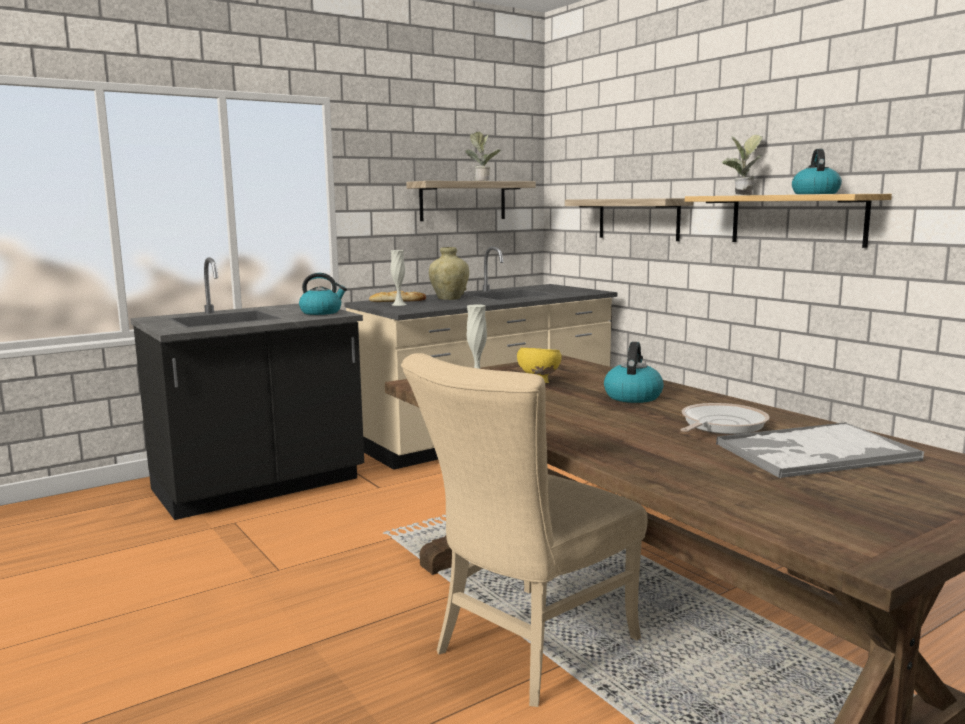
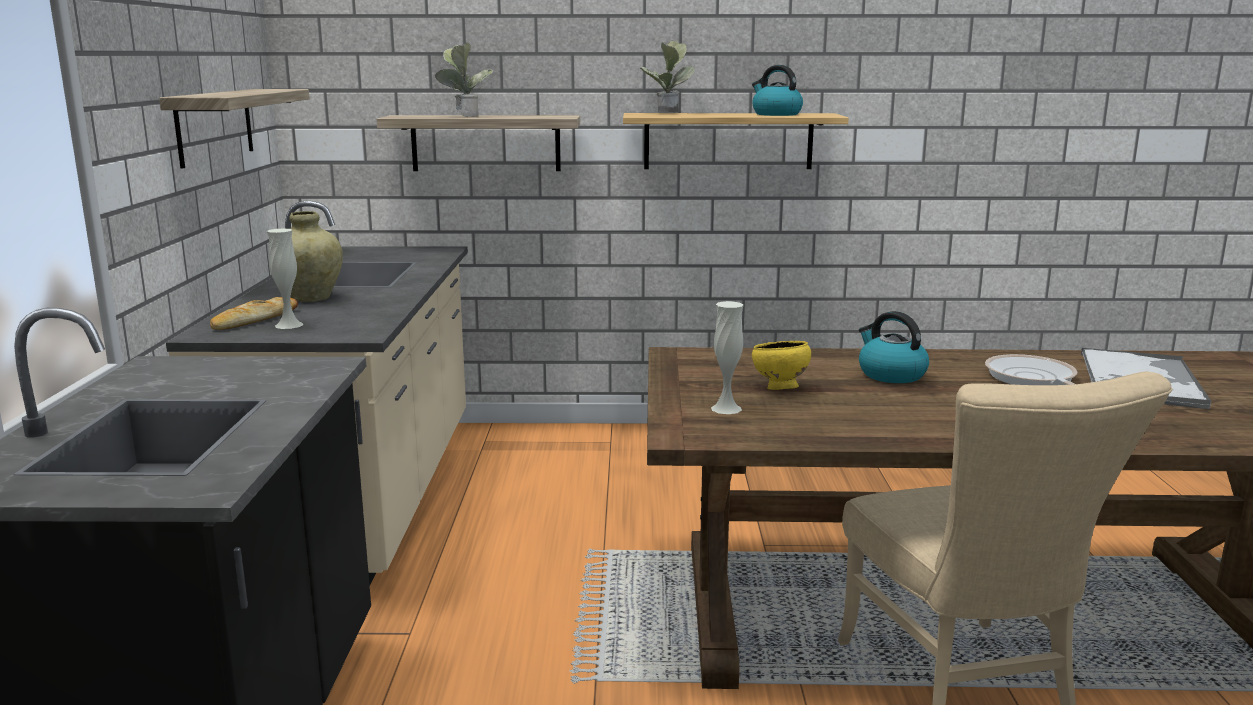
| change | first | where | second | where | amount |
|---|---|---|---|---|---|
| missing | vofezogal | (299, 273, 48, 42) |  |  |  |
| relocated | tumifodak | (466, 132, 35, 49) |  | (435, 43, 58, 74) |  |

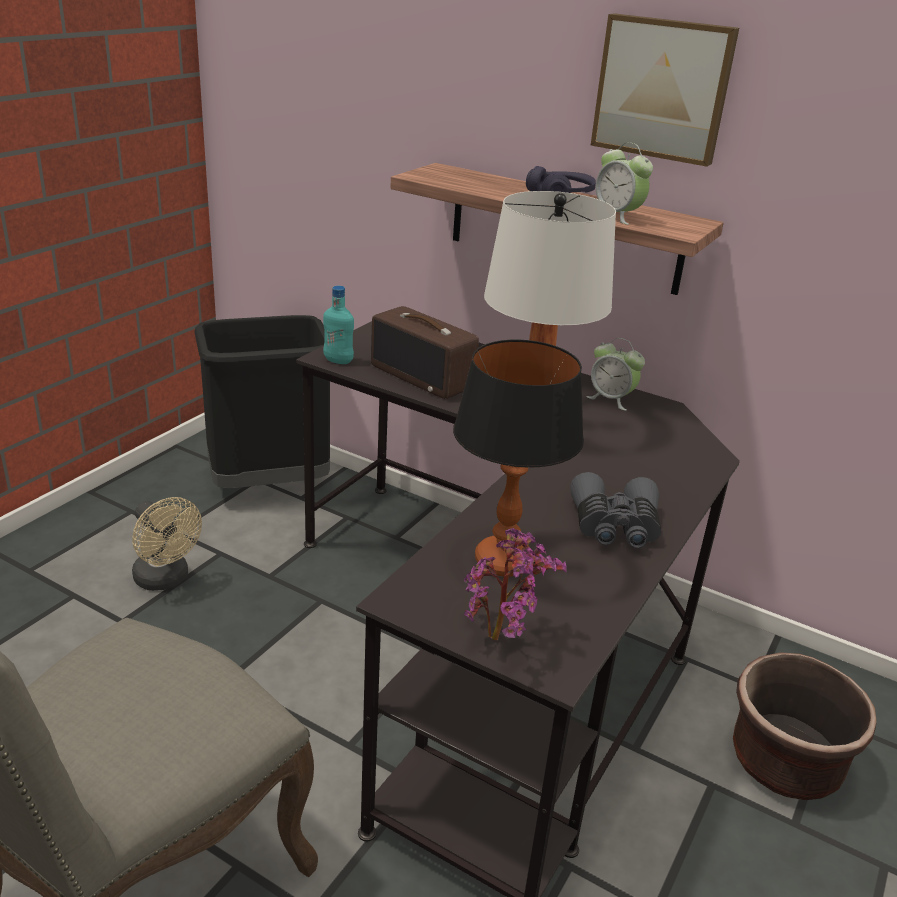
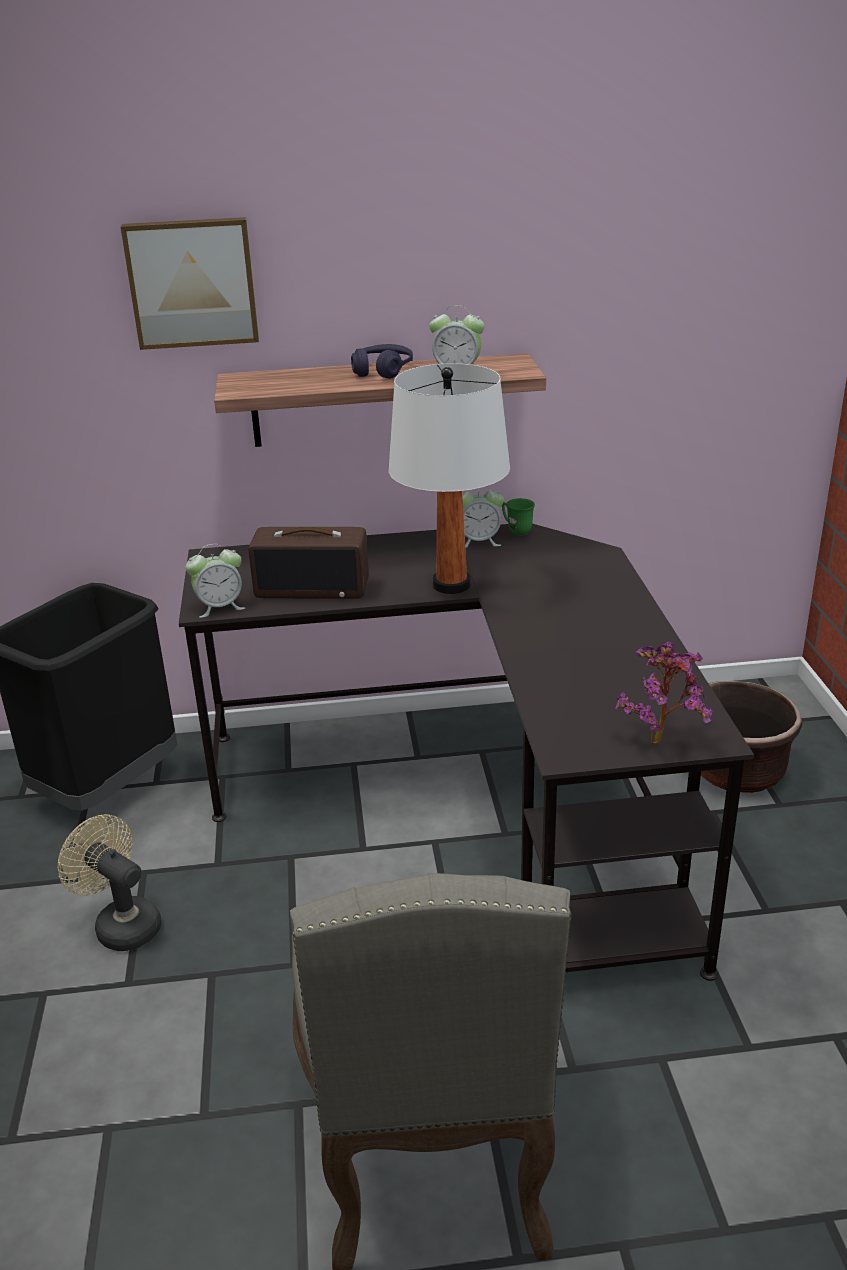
| change | first | where | second | where | amount |
|---|---|---|---|---|---|
| missing | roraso | (453, 340, 131, 237) |  |  |  |
| missing | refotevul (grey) | (570, 472, 91, 76) |  |  |  |
| appeared |  |  | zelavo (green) | (502, 498, 33, 38) |  |
| relocated | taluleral | (591, 13, 148, 154) |  | (121, 217, 138, 133) |  |
| exchanged | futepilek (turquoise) | (323, 286, 31, 78) | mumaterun | (185, 544, 60, 74) |  |
| spun | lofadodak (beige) | (132, 497, 70, 94) |  | (58, 814, 104, 137) | 150 degrees counterclockwise |

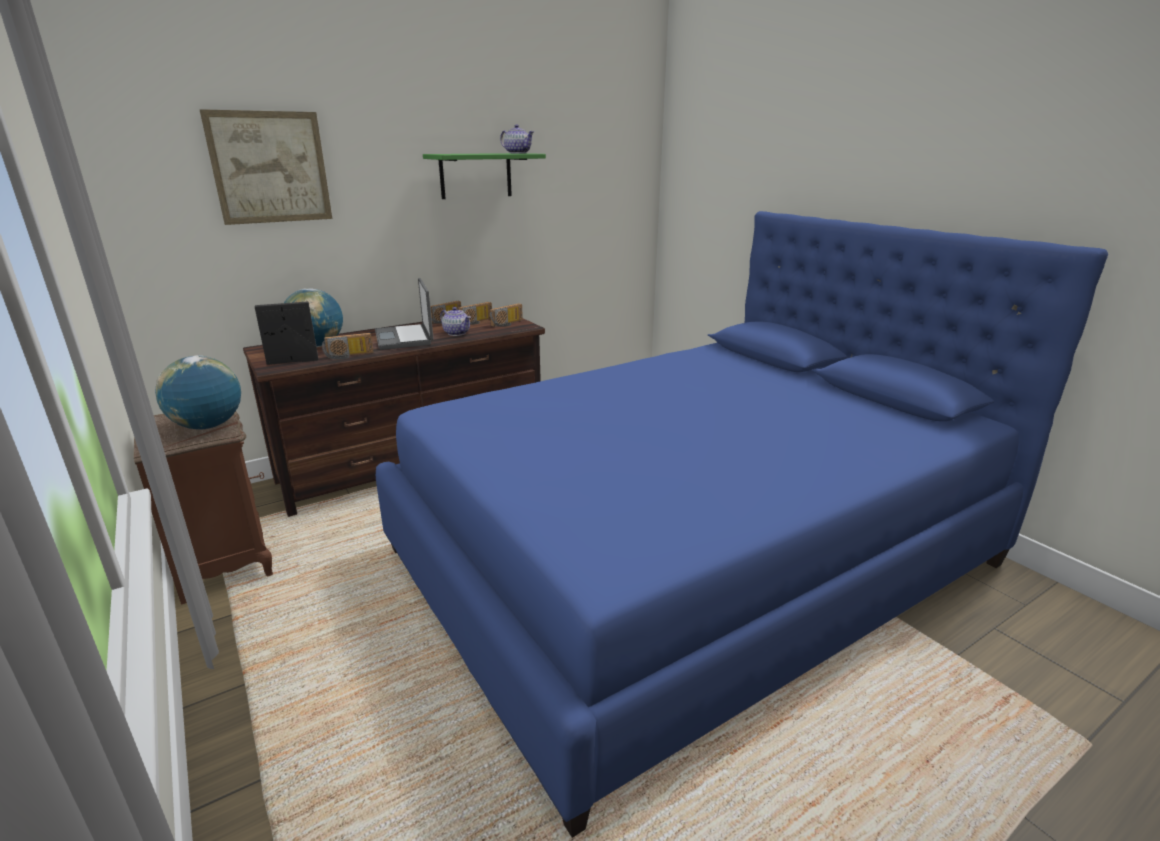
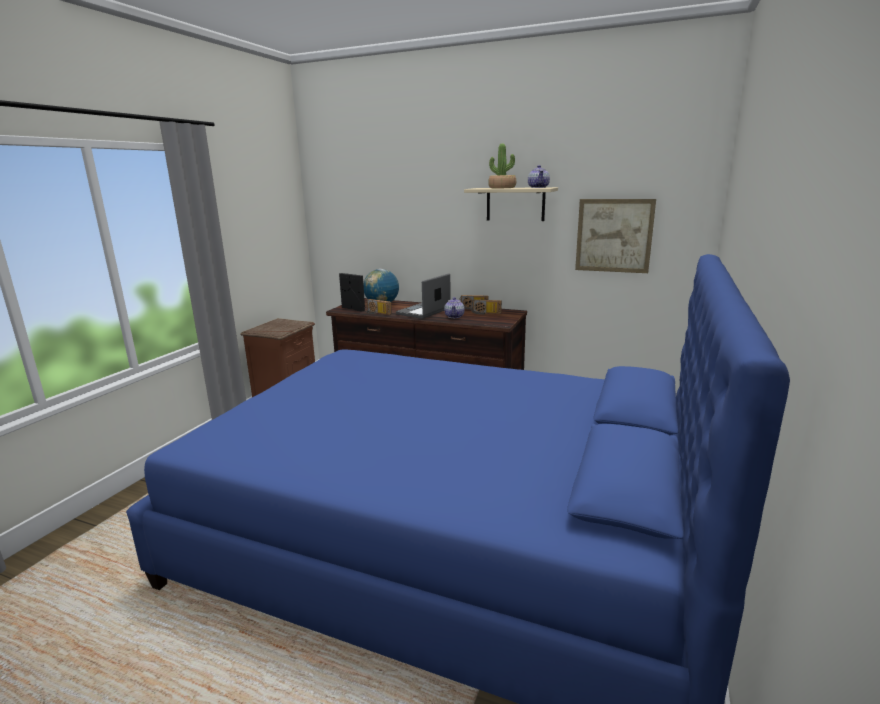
| change | first | where | second | where | amount |
|---|---|---|---|---|---|
| missing | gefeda | (155, 355, 86, 75) |  |  |  |
| missing | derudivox | (490, 303, 33, 24) |  |  |  |
| appeared |  |  | tumifodak | (488, 143, 28, 45) |  |
| relocated | taluleral | (200, 109, 132, 116) |  | (575, 199, 81, 74) |  |
| colour | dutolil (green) | (423, 153, 123, 46) | dutolil (beige) | (464, 187, 94, 34) |  |

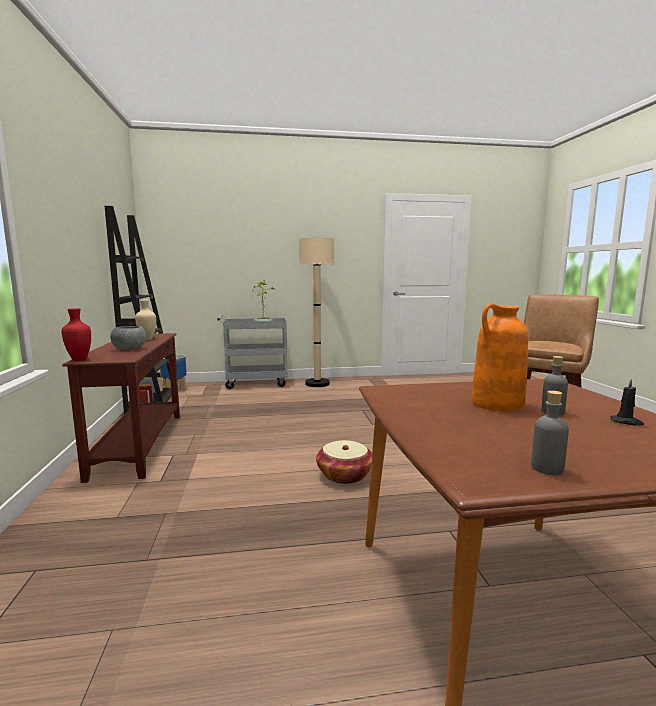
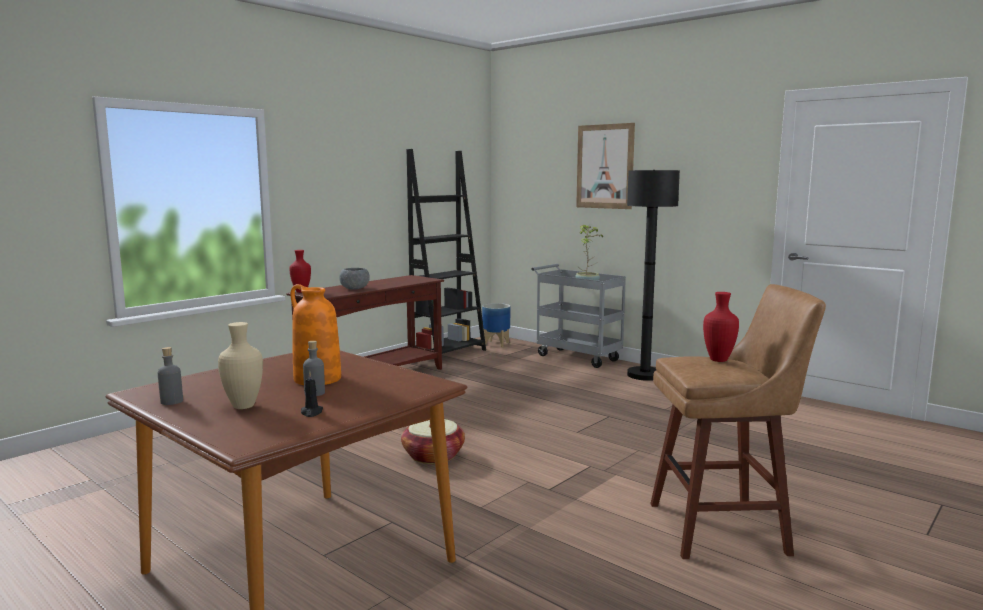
| change | first | where | second | where | amount |
|---|---|---|---|---|---|
| appeared |  |  | taluleral | (576, 123, 59, 86) |  |
| appeared |  |  | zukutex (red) | (703, 292, 36, 70) |  |
| relocated | zukutex (beige) | (135, 300, 21, 40) |  | (218, 322, 45, 87) |  |
| colour | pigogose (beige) | (299, 238, 35, 149) | pigogose (black) | (627, 170, 53, 211) |  |

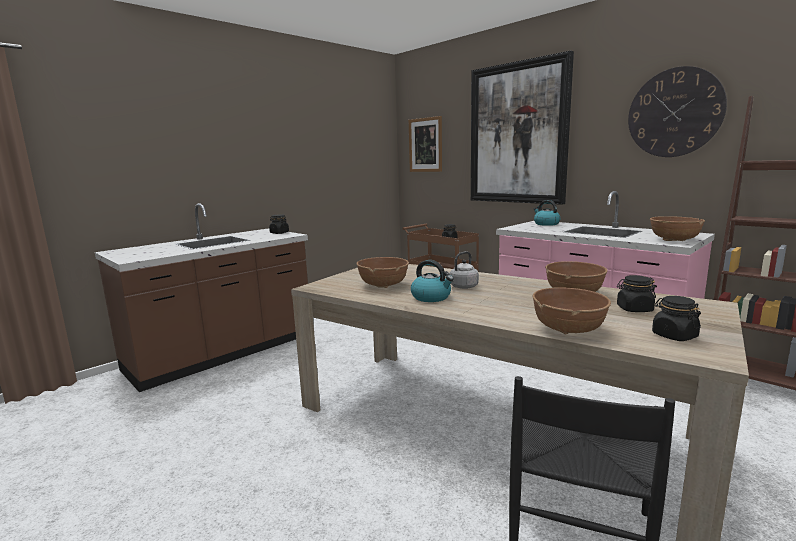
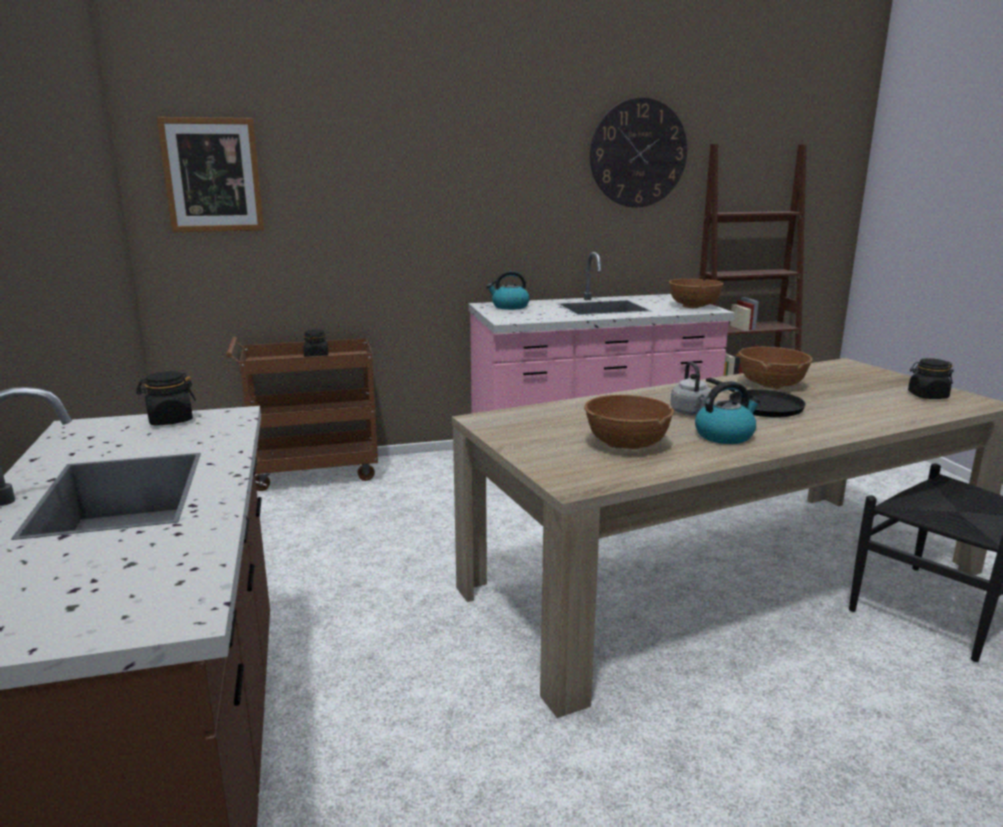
| change | first | where | second | where | amount |
|---|---|---|---|---|---|
| missing | taluleral | (471, 50, 103, 155) |  |  |  |
| missing | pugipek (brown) | (533, 287, 78, 48) |  |  |  |
| missing | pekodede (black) | (617, 275, 39, 37) |  |  |  |
| appeared |  |  | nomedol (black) | (706, 378, 100, 40) |  |

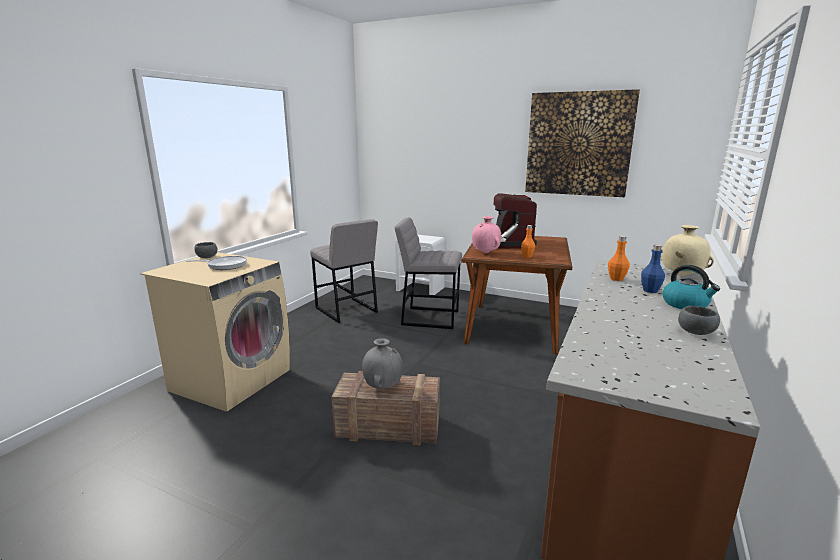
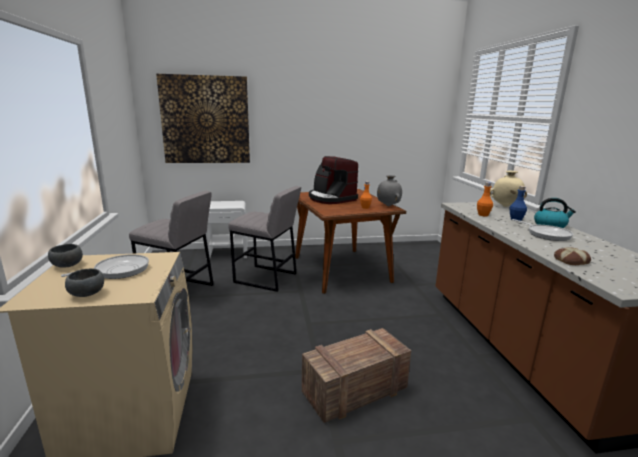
| change | first | where | second | where | amount |
|---|---|---|---|---|---|
| missing | zukutex (pink) | (472, 216, 29, 37) |  |  |  |
| appeared |  |  | nomedol | (512, 219, 61, 22) |  |
| appeared |  |  | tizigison | (554, 247, 37, 18) |  |
| relocated | zukutex (grey) | (362, 338, 41, 51) |  | (377, 175, 25, 31) |  |
| relocated | taluleral | (525, 89, 115, 108) |  | (156, 74, 94, 89) |  |
| relocated | pugipek (grey) | (678, 306, 42, 29) |  | (65, 268, 39, 29) |  |
| spun | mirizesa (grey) | (395, 217, 67, 112) |  | (228, 186, 73, 106) | 135 degrees counterclockwise |

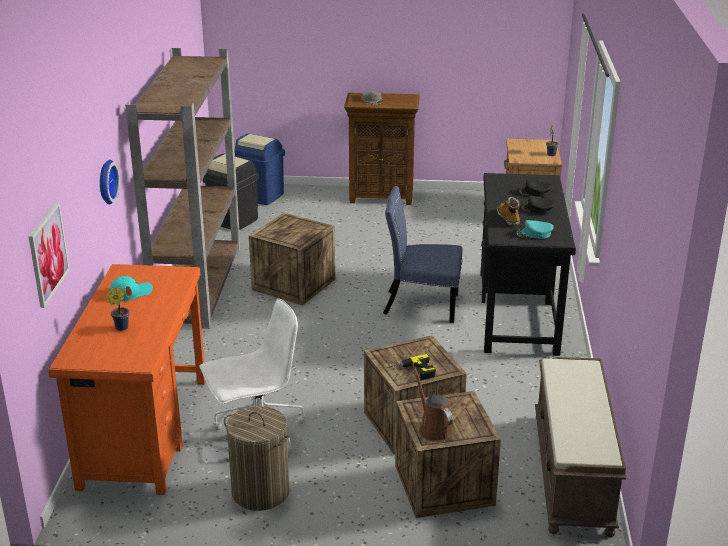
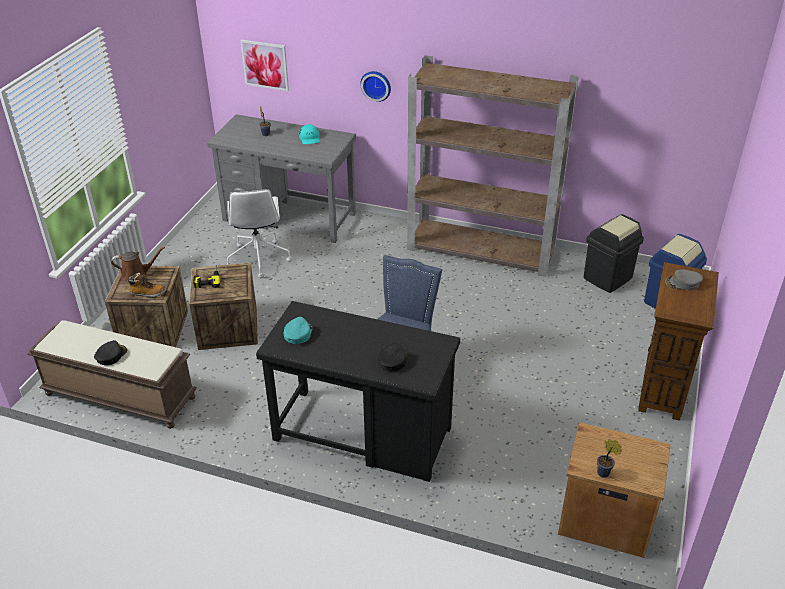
| change | first | where | second | where | amount |
|---|---|---|---|---|---|
| missing | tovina | (224, 406, 66, 105) |  |  |  |
| missing | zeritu | (249, 213, 86, 93) |  |  |  |
| relocated | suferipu | (497, 197, 23, 29) |  | (127, 273, 39, 25) |  |
| relocated | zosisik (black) | (520, 196, 36, 19) |  | (94, 340, 33, 25) |  |
| colour | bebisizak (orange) | (48, 264, 158, 231) | bebisizak (grey) | (207, 114, 149, 129) |  |

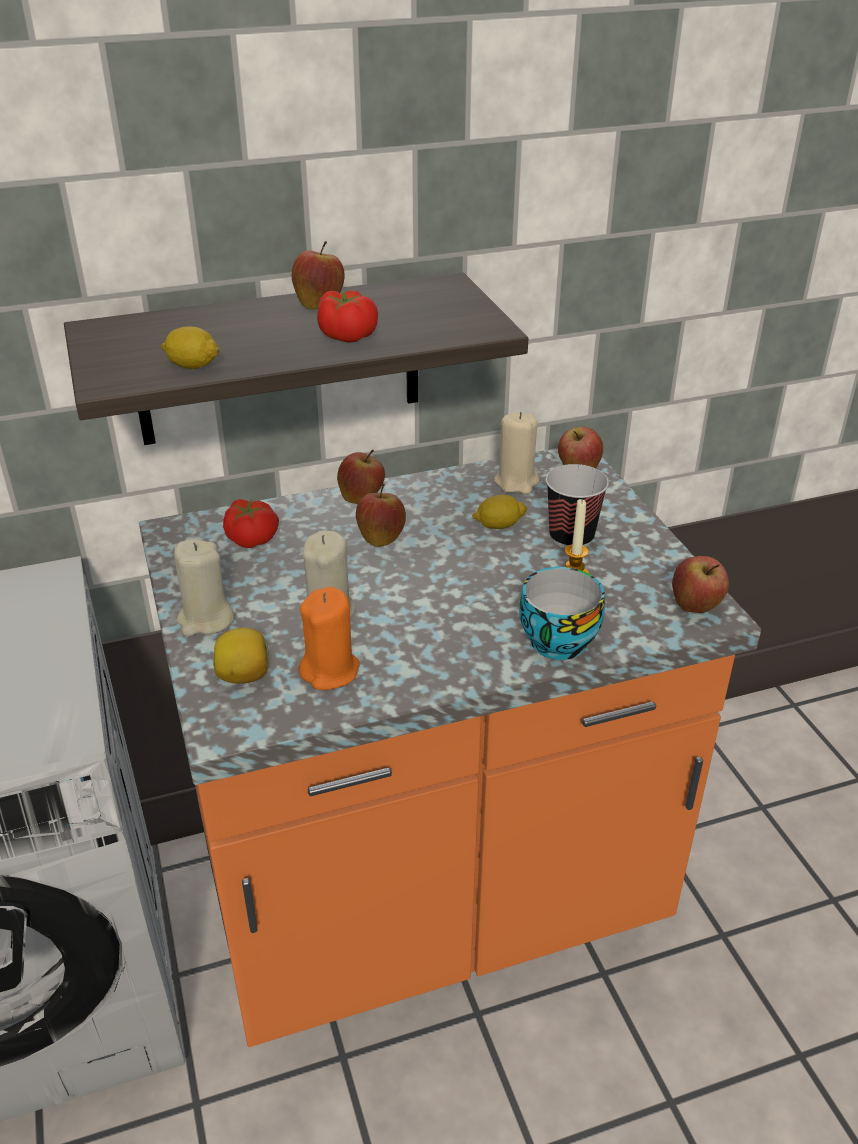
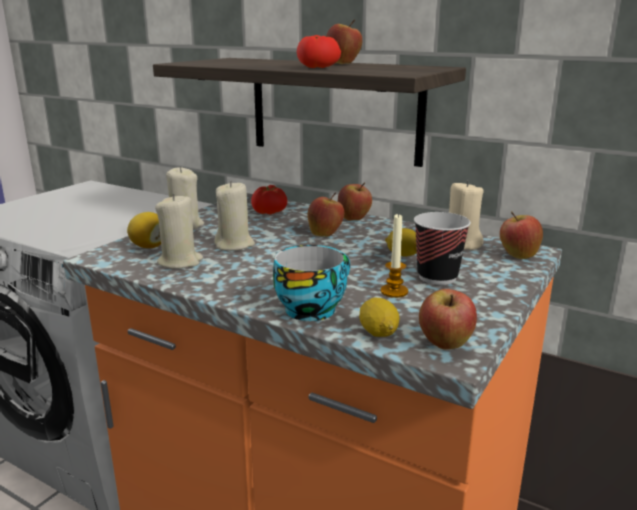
| change | first | where | second | where | amount |
|---|---|---|---|---|---|
| relocated | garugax | (161, 326, 59, 43) |  | (359, 297, 40, 40) |  |
| colour | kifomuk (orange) | (298, 587, 62, 103) | kifomuk (beige) | (155, 194, 48, 75) |  |

